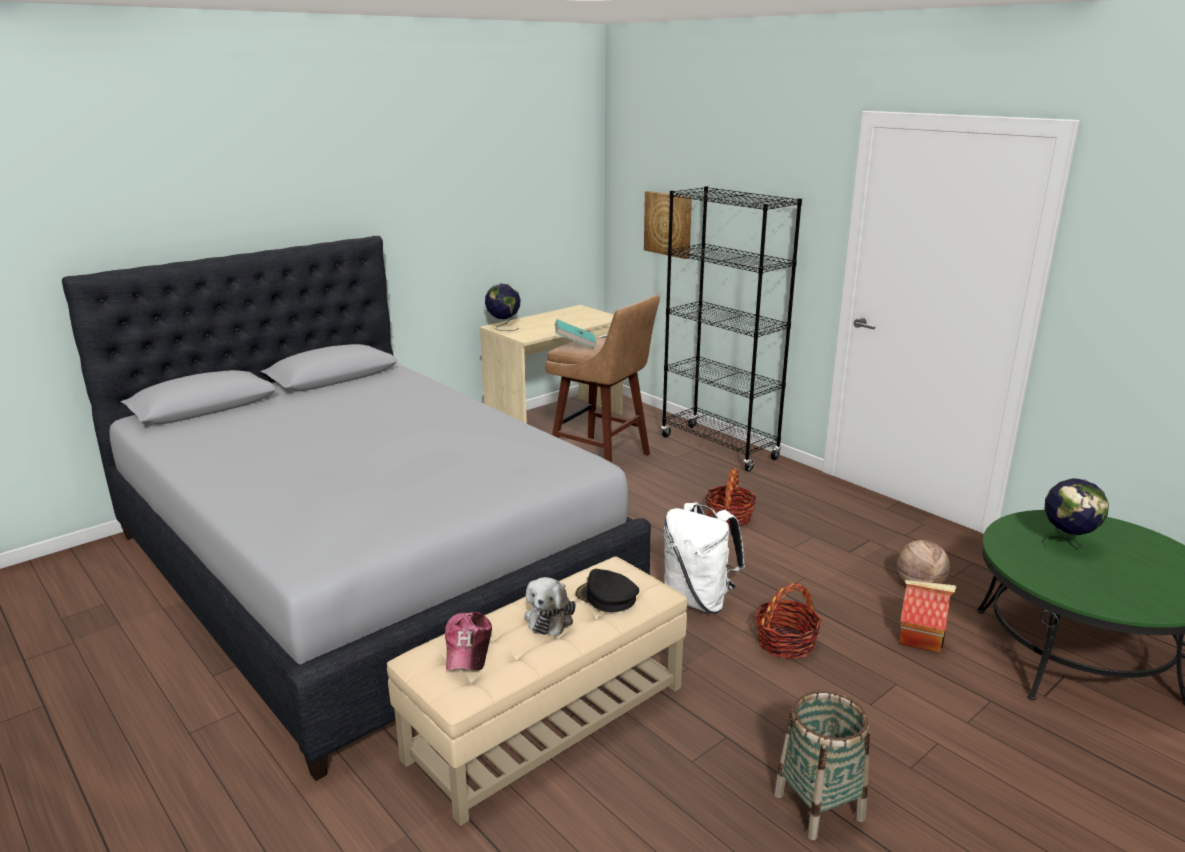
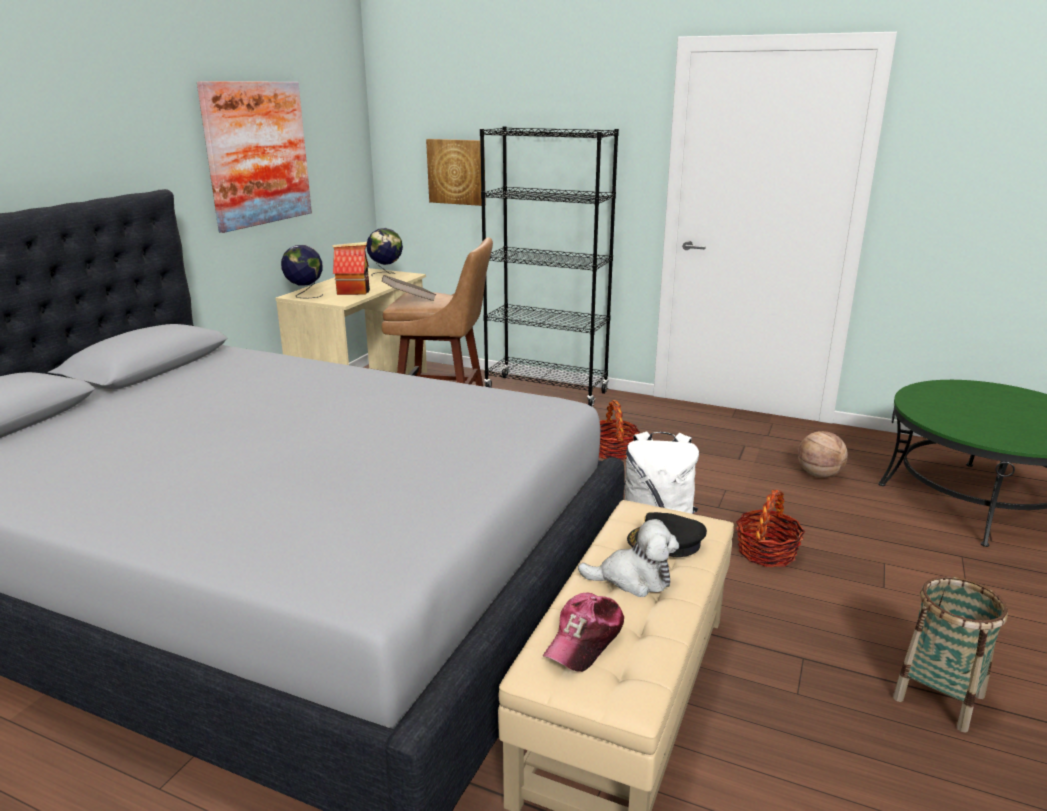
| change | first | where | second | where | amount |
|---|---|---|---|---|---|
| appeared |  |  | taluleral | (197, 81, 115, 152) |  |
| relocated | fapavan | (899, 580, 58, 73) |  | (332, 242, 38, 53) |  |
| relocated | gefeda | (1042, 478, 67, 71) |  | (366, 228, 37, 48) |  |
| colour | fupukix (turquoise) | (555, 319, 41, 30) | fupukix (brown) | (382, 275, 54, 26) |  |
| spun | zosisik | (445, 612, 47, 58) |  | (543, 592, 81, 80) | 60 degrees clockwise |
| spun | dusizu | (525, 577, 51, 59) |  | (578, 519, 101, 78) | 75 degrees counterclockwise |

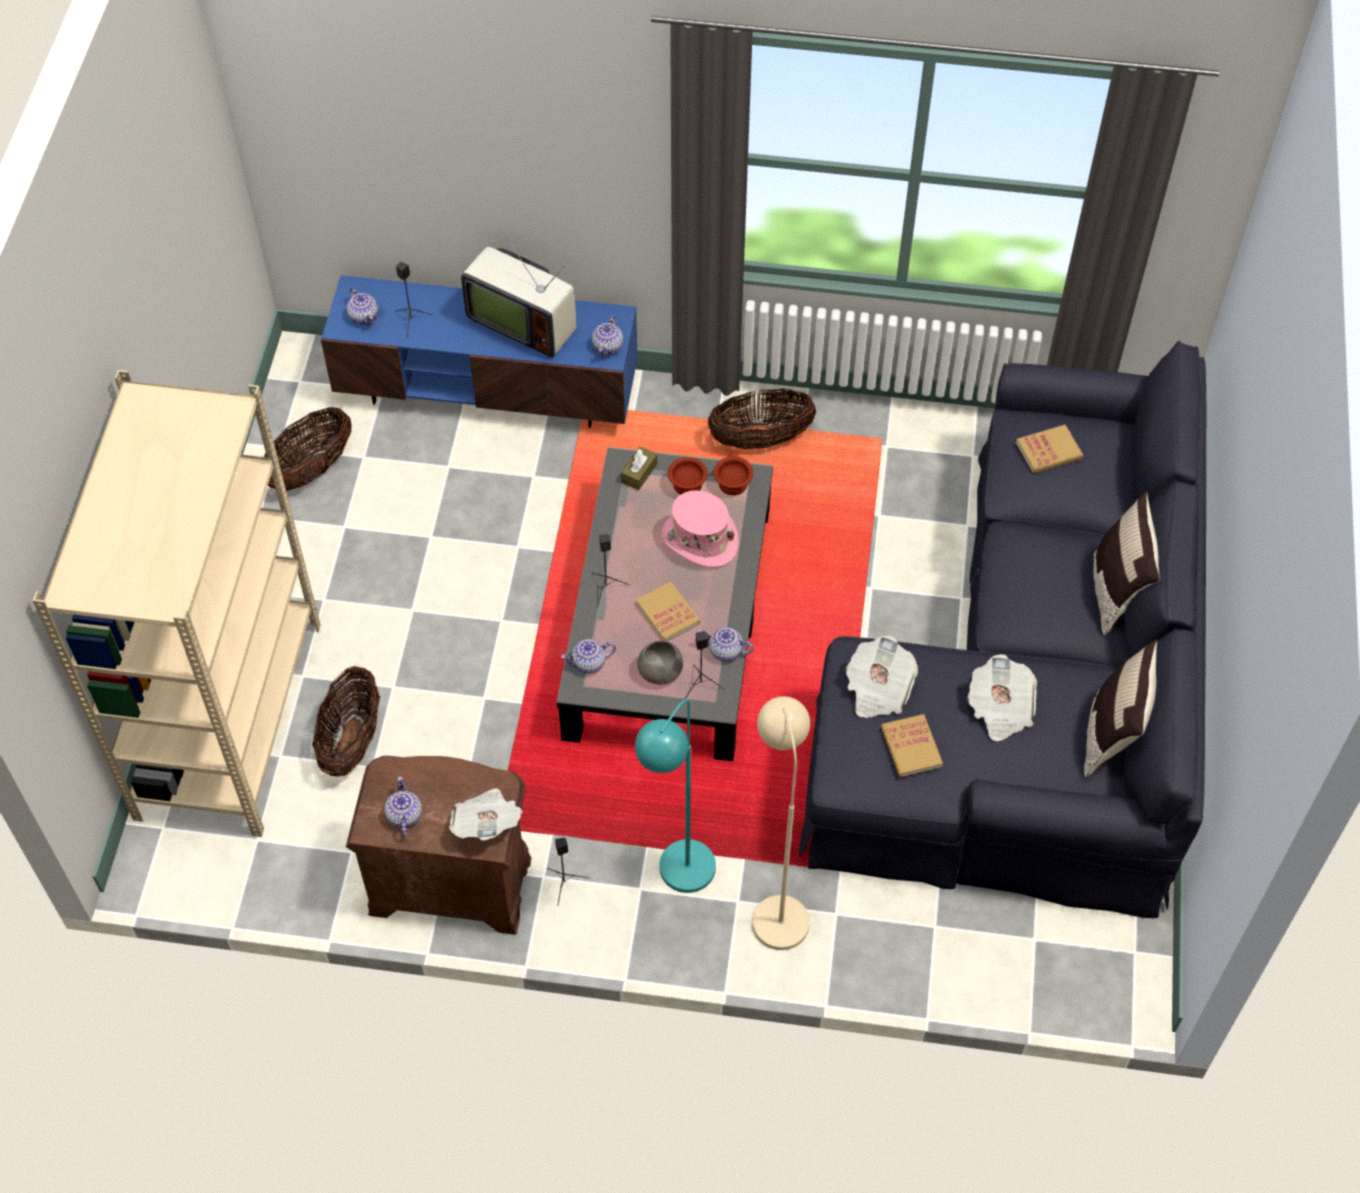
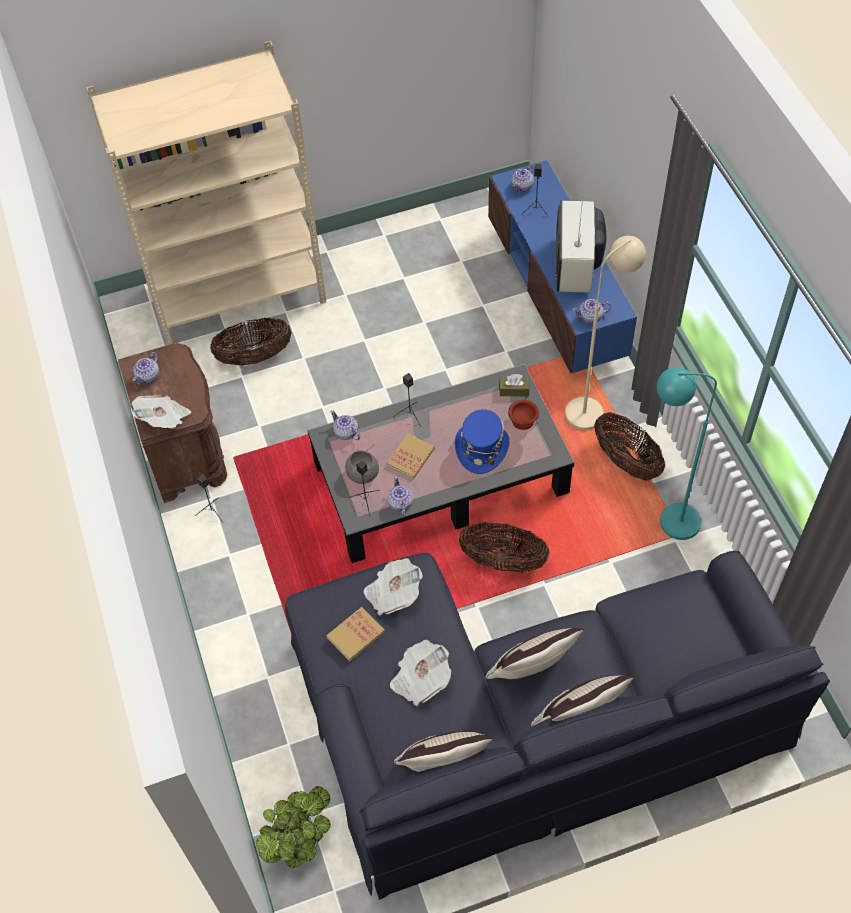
| change | first | where | second | where | amount |
|---|---|---|---|---|---|
| missing | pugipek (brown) | (714, 456, 39, 39) |  |  |  |
| missing | fupukix | (1016, 425, 67, 49) |  |  |  |
| appeared |  |  | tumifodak | (256, 786, 75, 82) |  |
| appeared |  |  | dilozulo | (485, 628, 99, 51) |  |
| relocated | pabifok | (263, 407, 89, 84) |  | (459, 522, 91, 51) |  |
| relocated | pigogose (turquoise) | (635, 699, 81, 194) |  | (657, 367, 60, 173) |  |
| relocated | pigogose (beige) | (752, 696, 58, 254) |  | (565, 236, 81, 194) |  |
| colour | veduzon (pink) | (662, 490, 76, 77) | veduzon (blue) | (455, 409, 54, 65) |  |
| spun | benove | (384, 776, 38, 61) |  | (133, 352, 26, 33) | 150 degrees clockwise |

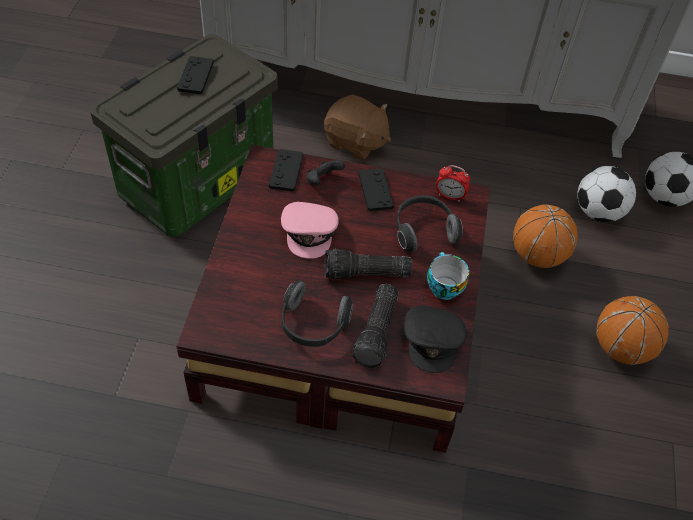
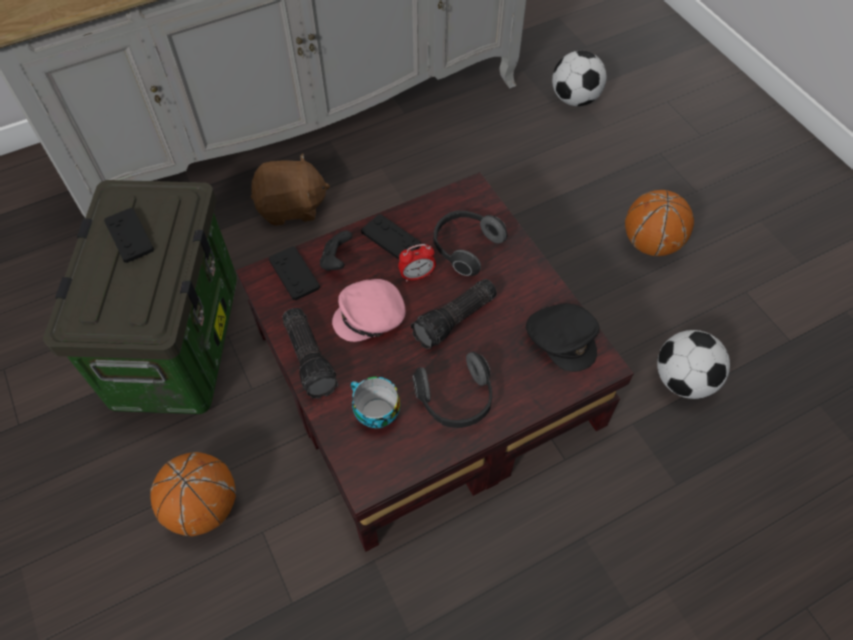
| change | first | where | second | where | amount |
|---|---|---|---|---|---|
| relocated | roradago | (352, 284, 46, 85) |  | (283, 308, 55, 91) |  |
| relocated | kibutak | (427, 252, 42, 48) |  | (351, 377, 49, 51) |  |
| relocated | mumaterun | (436, 165, 34, 37) |  | (398, 244, 38, 38) |  |
| relocated | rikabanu | (513, 204, 65, 64) |  | (150, 452, 86, 84) |  |
| relocated | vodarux | (577, 166, 59, 56) |  | (657, 330, 73, 69) |  |
| spun | zosisik (pink) | (281, 202, 57, 57) |  | (332, 279, 74, 63) | 105 degrees clockwise |

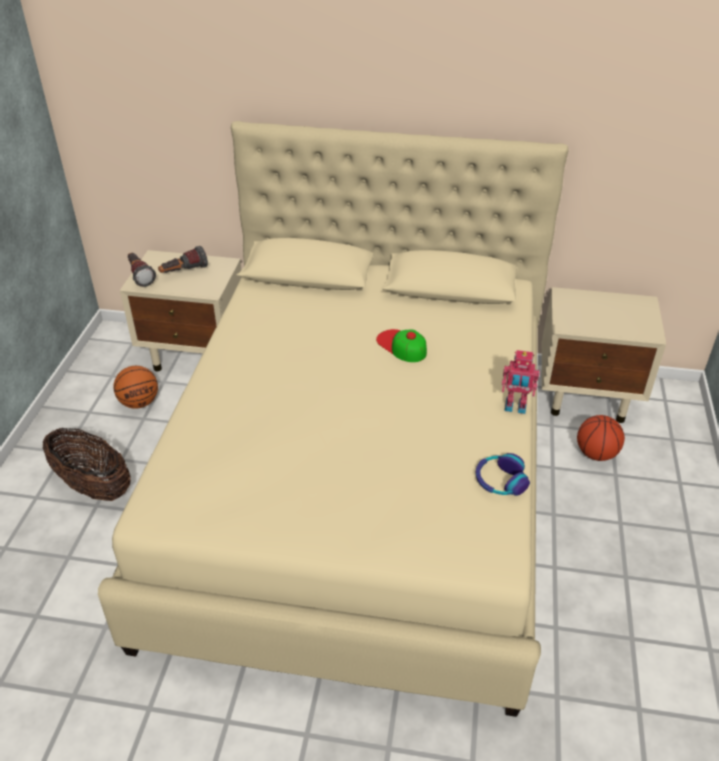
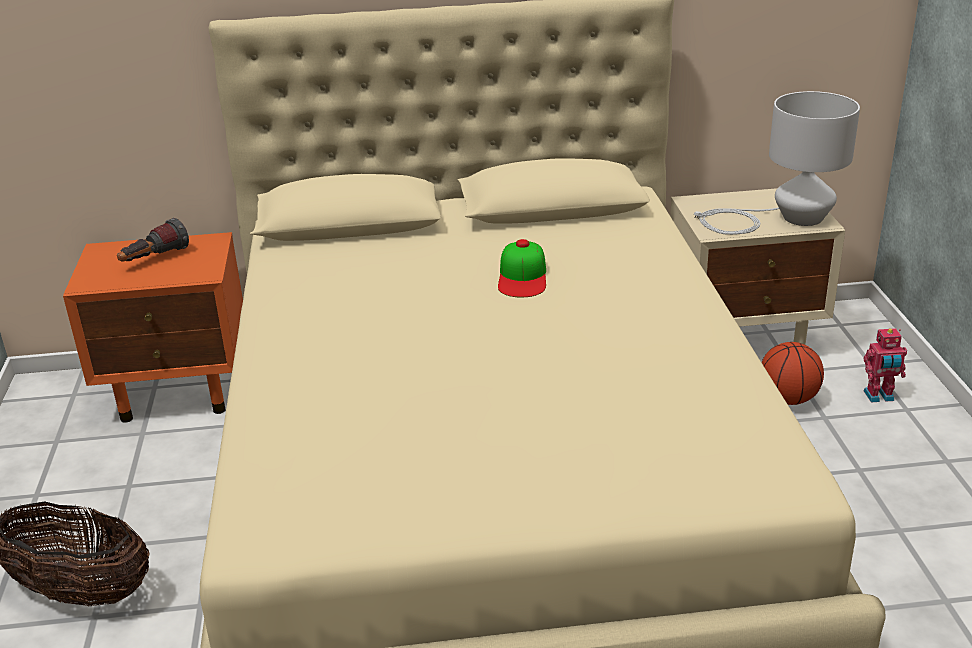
| change | first | where | second | where | amount |
|---|---|---|---|---|---|
| missing | rikabanu | (113, 366, 45, 43) |  |  |  |
| missing | roradago | (128, 253, 28, 34) |  |  |  |
| missing | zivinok | (475, 453, 55, 43) |  |  |  |
| appeared |  |  | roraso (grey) | (694, 91, 166, 144) |  |
| relocated | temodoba | (502, 350, 38, 64) |  | (864, 328, 43, 74) |  |
| colour | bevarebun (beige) | (120, 250, 122, 121) | bevarebun (orange) | (63, 232, 180, 191) |  |
| spun | zosisik | (376, 329, 51, 33) |  | (498, 239, 48, 58) | 120 degrees counterclockwise |

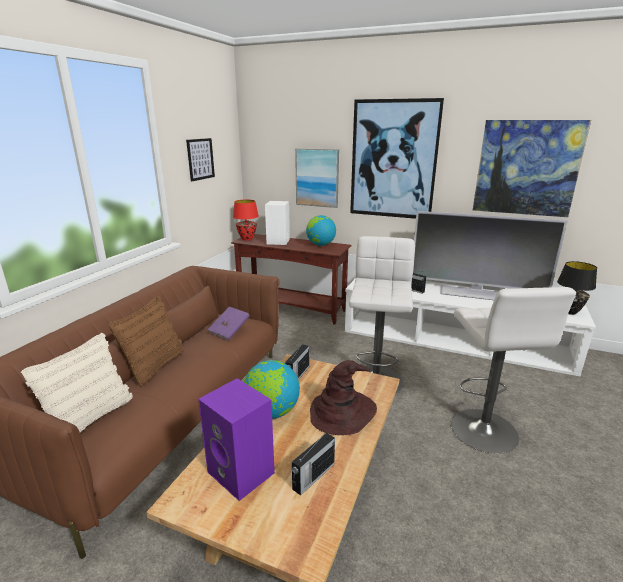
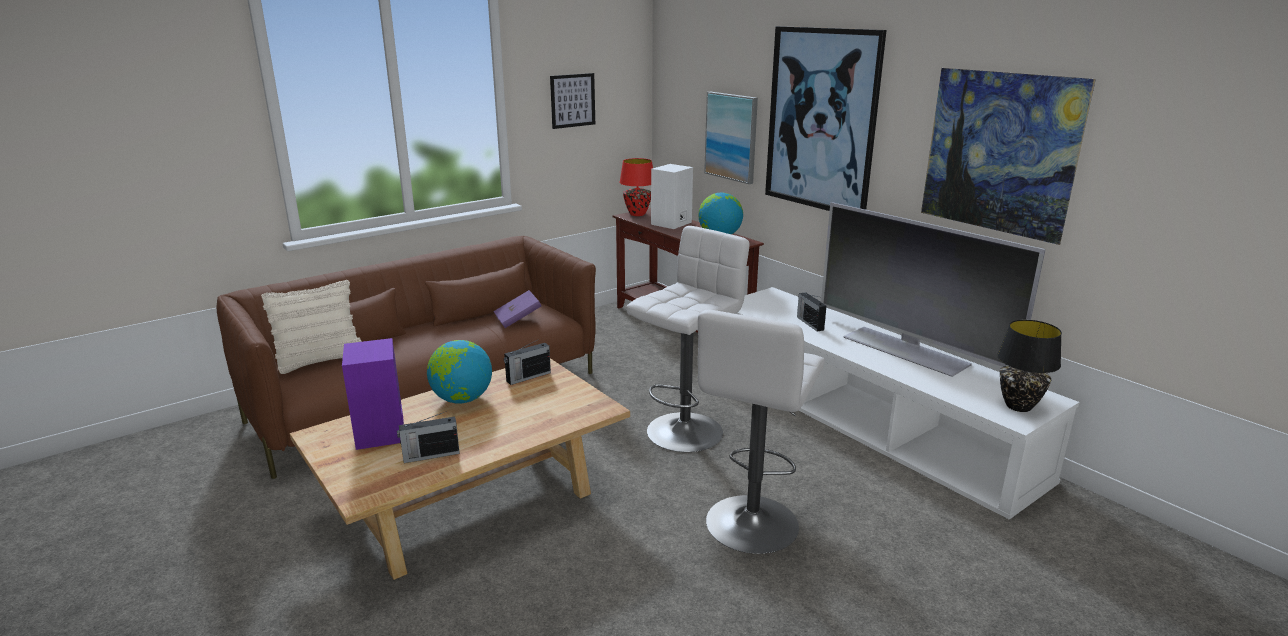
| change | first | where | second | where | amount |
|---|---|---|---|---|---|
| missing | dilozulo (brown) | (109, 296, 76, 90) |  |  |  |
| missing | veduzon (brown) | (310, 360, 67, 75) |  |  |  |

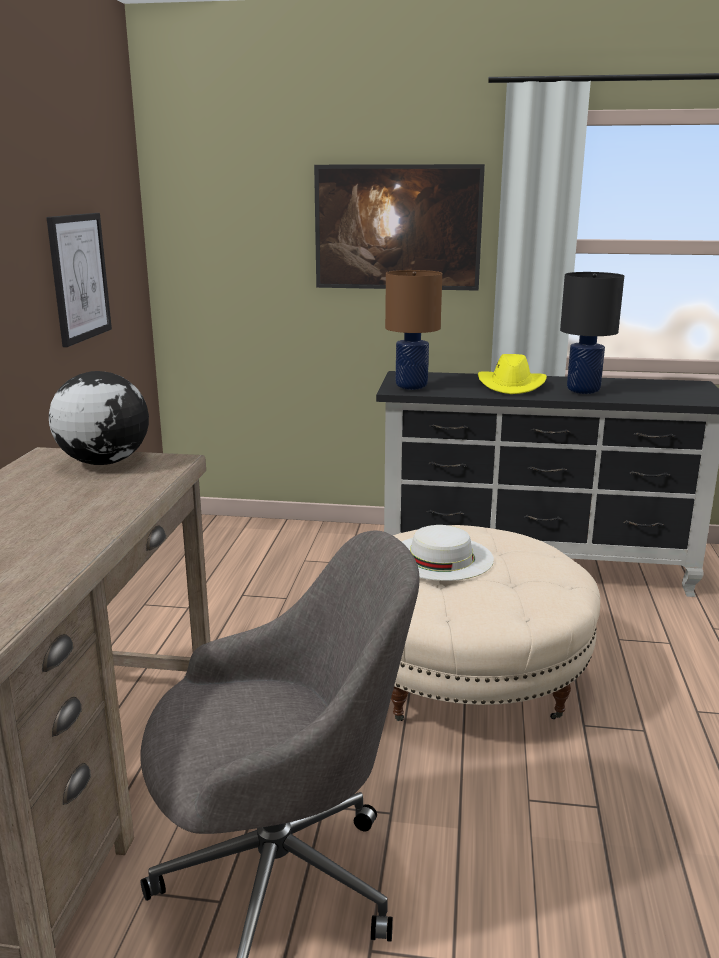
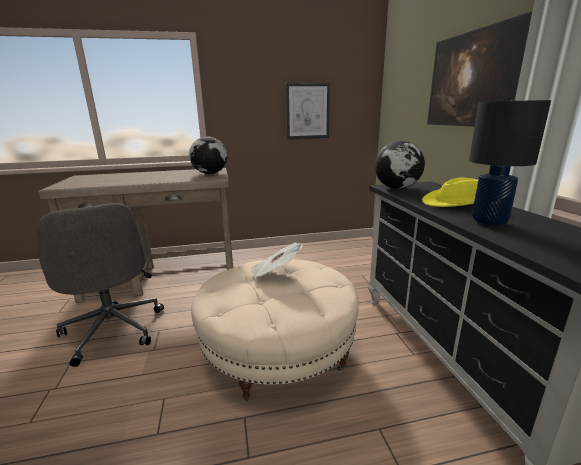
| change | first | where | second | where | amount |
|---|---|---|---|---|---|
| exchanged | roraso (brown) | (385, 270, 57, 120) | gefeda | (375, 141, 50, 48) |  |
| exchanged | veduzon (white) | (402, 525, 92, 56) | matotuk | (251, 242, 52, 37) |  |

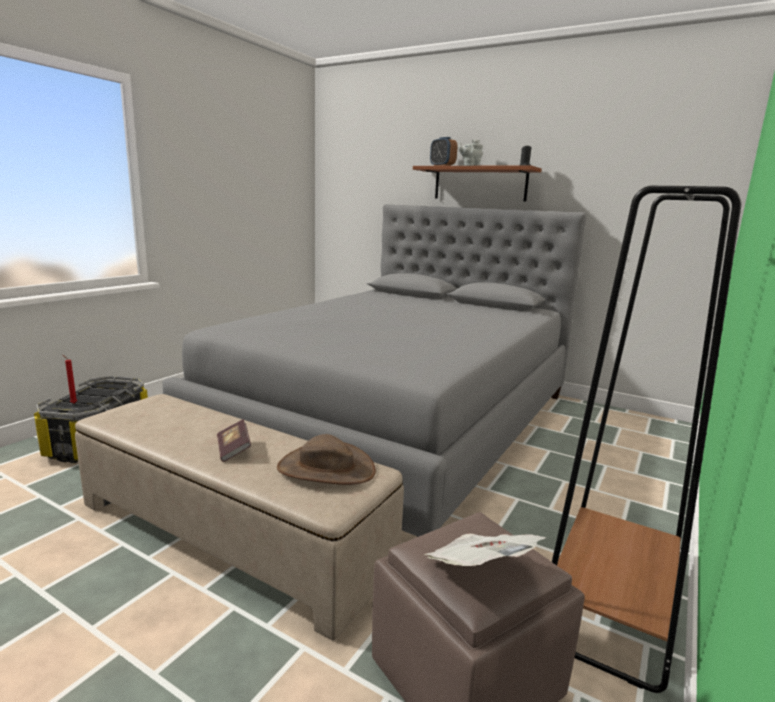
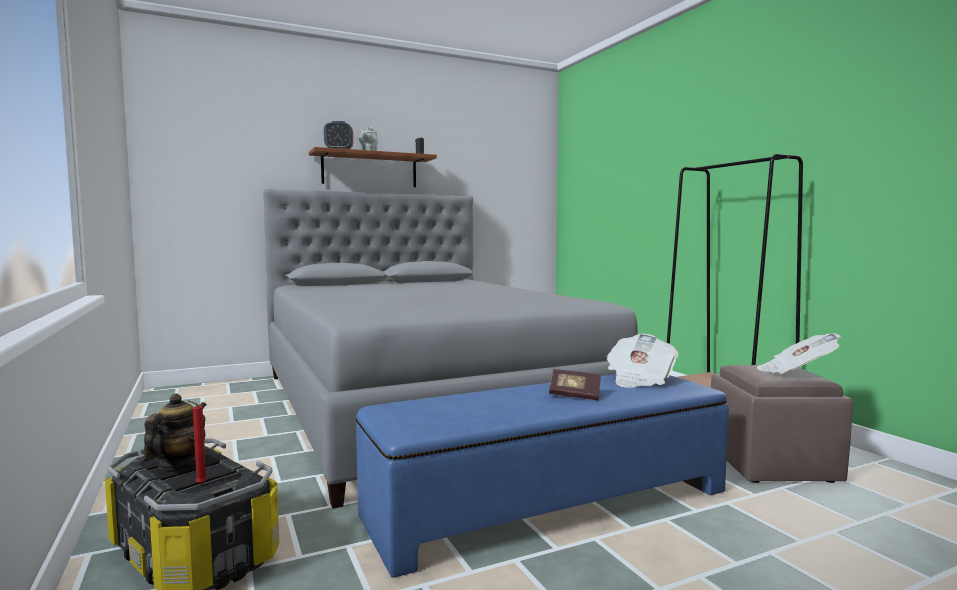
| change | first | where | second | where | amount |
|---|---|---|---|---|---|
| appeared |  |  | benove | (143, 393, 64, 77) |  |
| exchanged | veduzon (brown) | (277, 434, 99, 51) | matotuk | (606, 334, 72, 54) |  |
| colour | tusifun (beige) | (75, 394, 329, 247) | tusifun (blue) | (356, 374, 373, 204) |  |

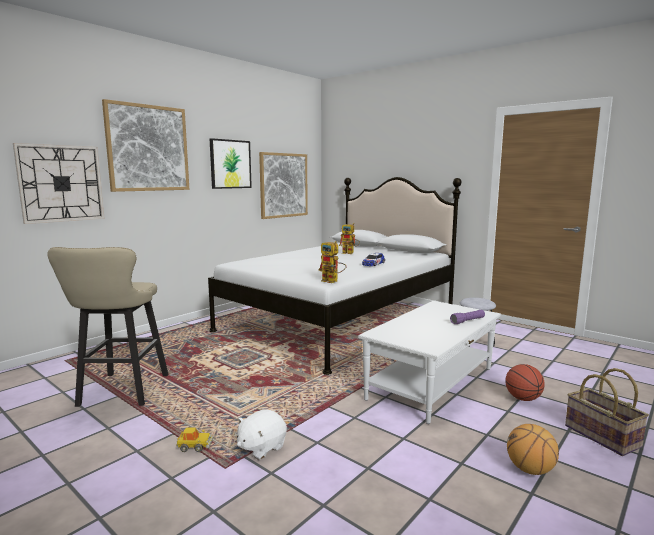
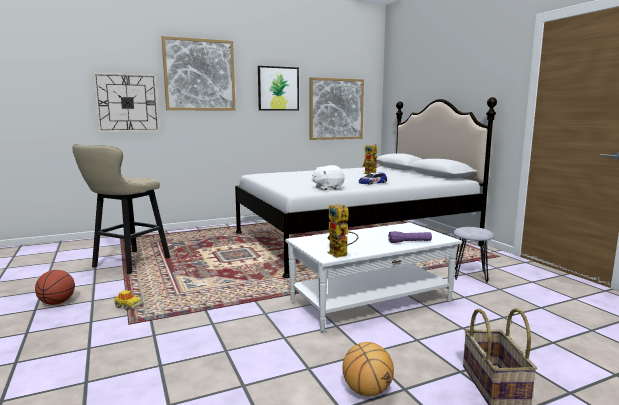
| change | first | where | second | where | amount |
|---|---|---|---|---|---|
| relocated | dusizu (white) | (237, 410, 50, 50) |  | (311, 165, 34, 25) |  |
| relocated | temodoba | (318, 241, 28, 42) |  | (327, 204, 31, 54) |  |
| relocated | rikabanu | (506, 364, 39, 37) |  | (35, 270, 40, 35) |  |

